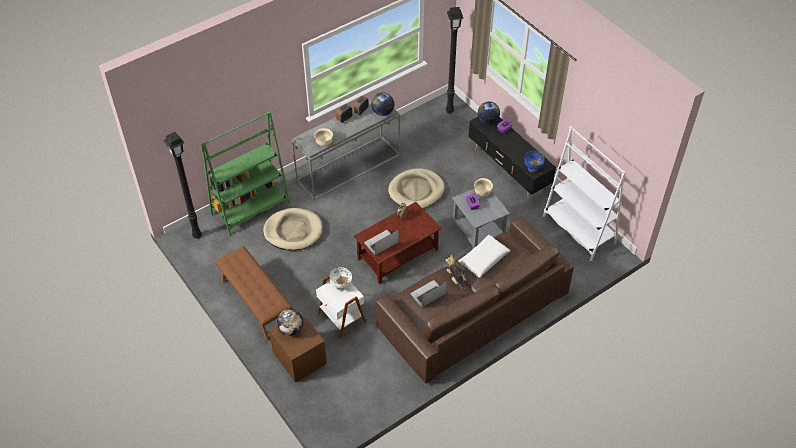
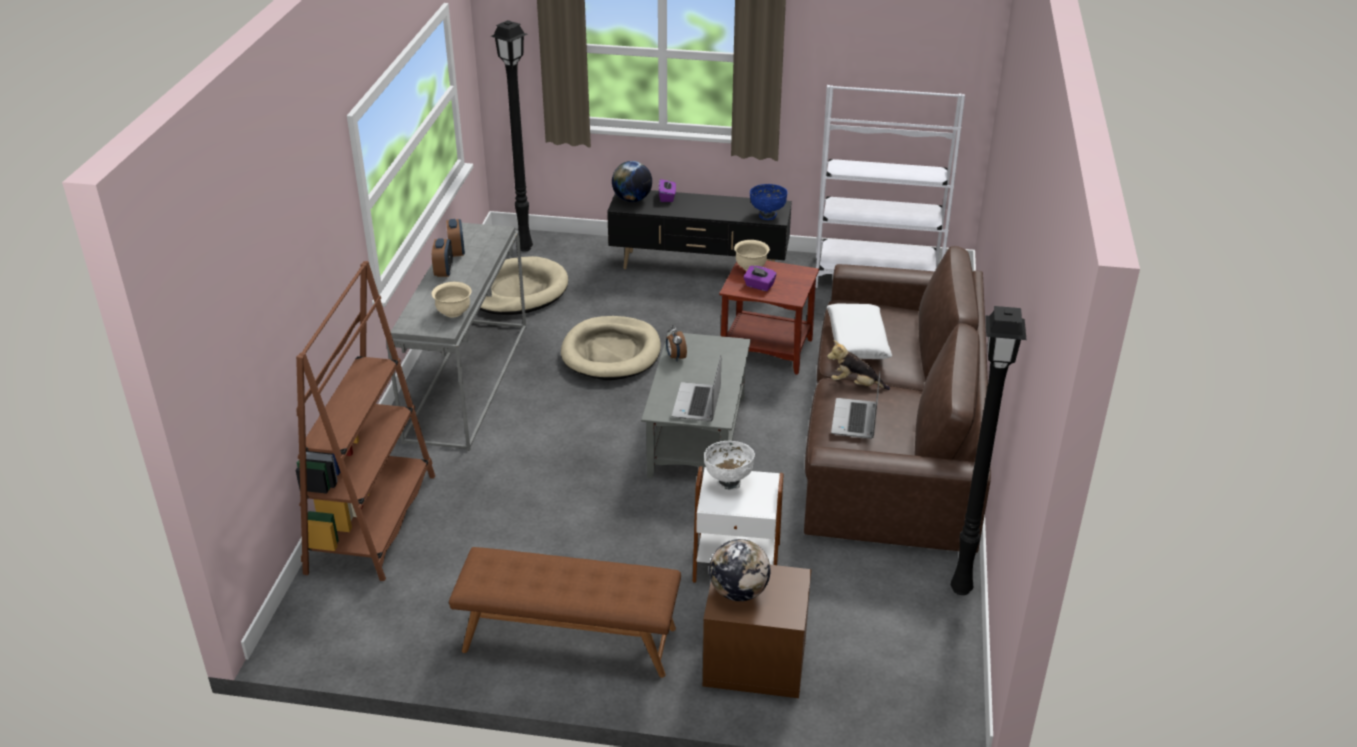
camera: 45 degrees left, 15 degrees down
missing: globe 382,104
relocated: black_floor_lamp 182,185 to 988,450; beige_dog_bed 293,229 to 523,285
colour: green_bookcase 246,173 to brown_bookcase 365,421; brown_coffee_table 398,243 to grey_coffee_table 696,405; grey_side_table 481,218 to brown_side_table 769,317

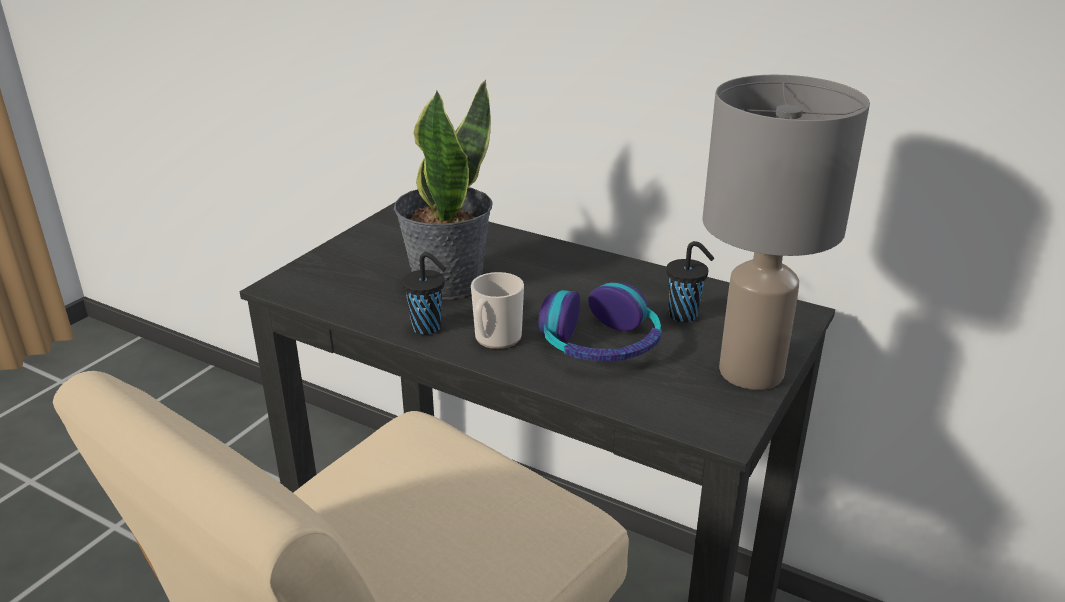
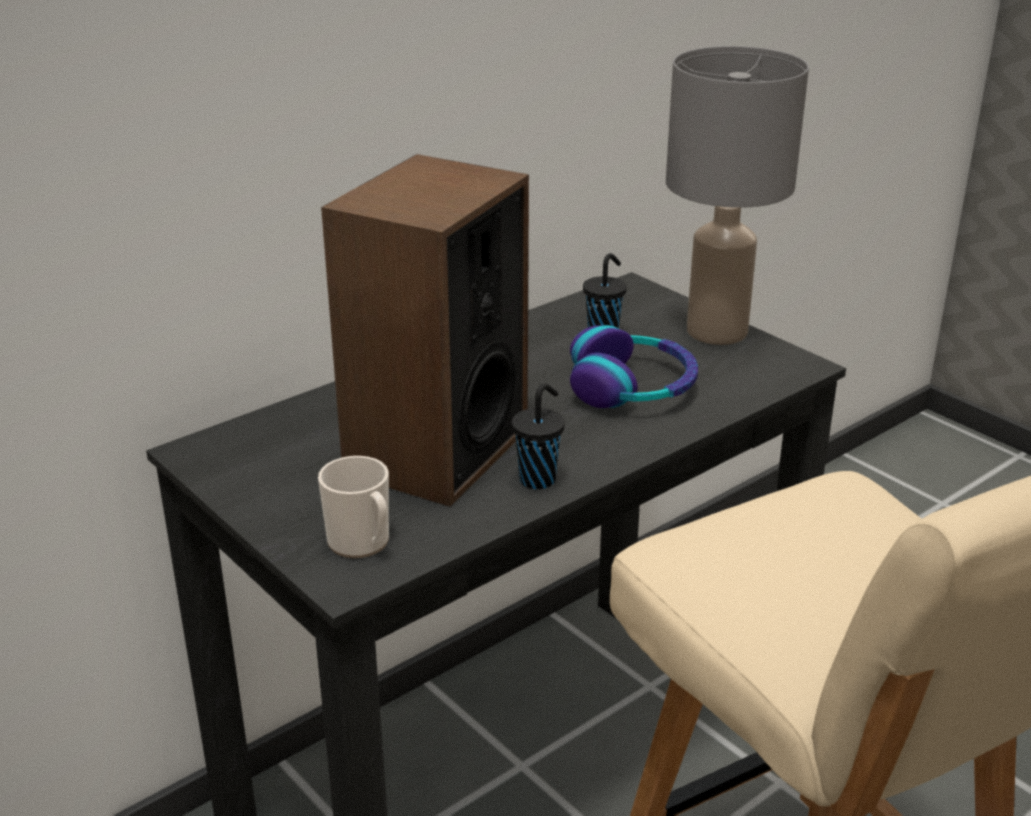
camera: 70 degrees left, 0 degrees up
relocated: mug 497,310 to 353,507
exchanged: potted_plant 443,189 to speaker 425,330

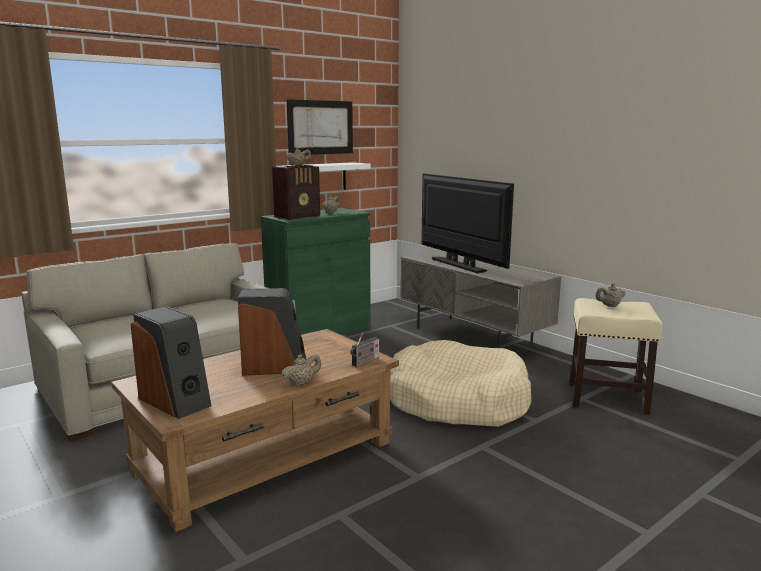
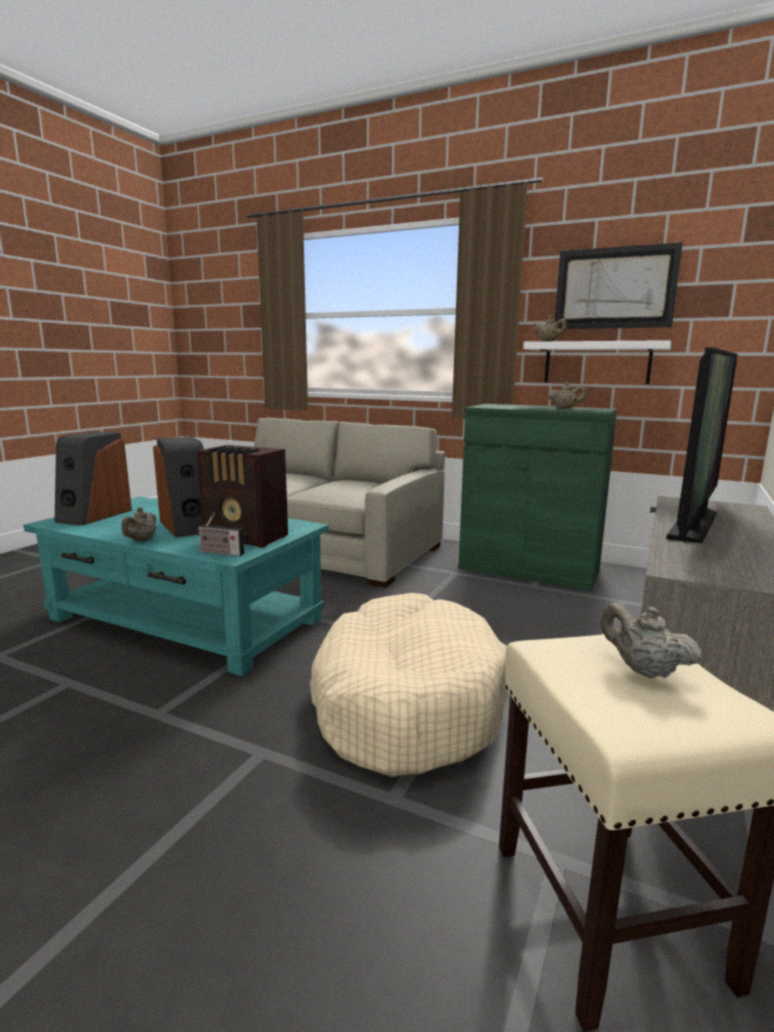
camera: 65 degrees right, 0 degrees up
relocated: radio 296,192 to 242,496
colour: brown_coffee_table 255,430 to turquoise_coffee_table 176,586
spun: beige_teapot 301,370 = 139,524 75 degrees clockwise

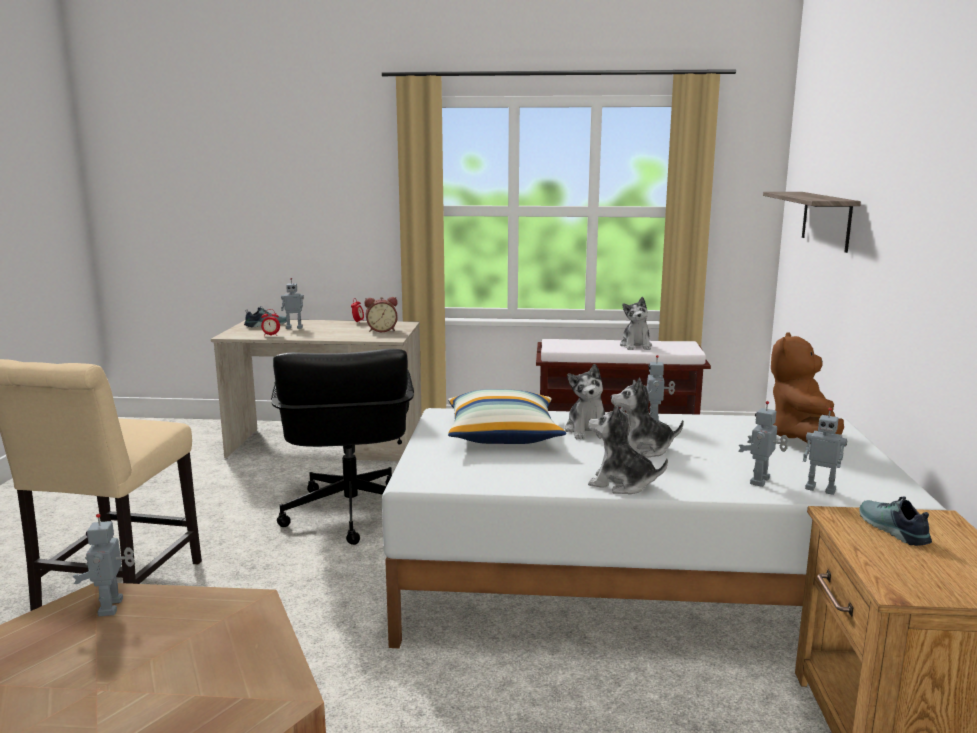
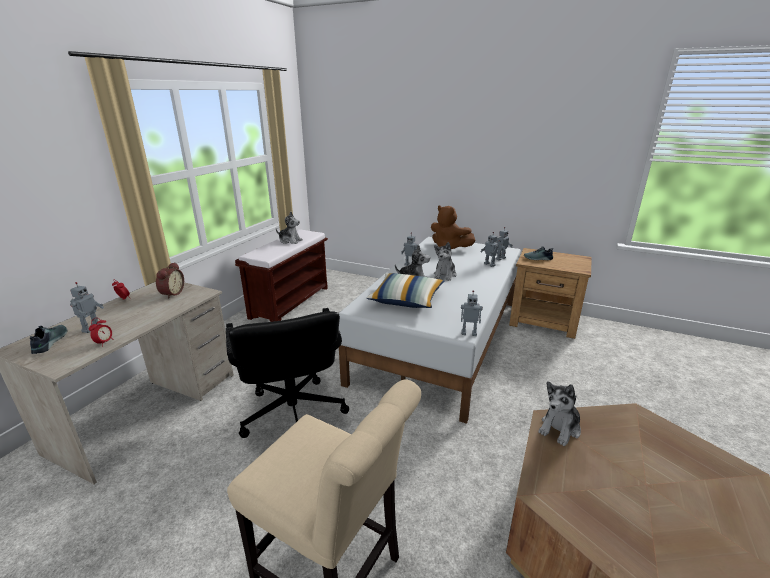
camera: 70 degrees left, 10 degrees up
missing: shelf 812,222
relocated: toy_robot 104,565 to 472,313; plush_toy 628,449 to 559,413
spun: black_office_chair 342,447 = 287,373 60 degrees clockwise

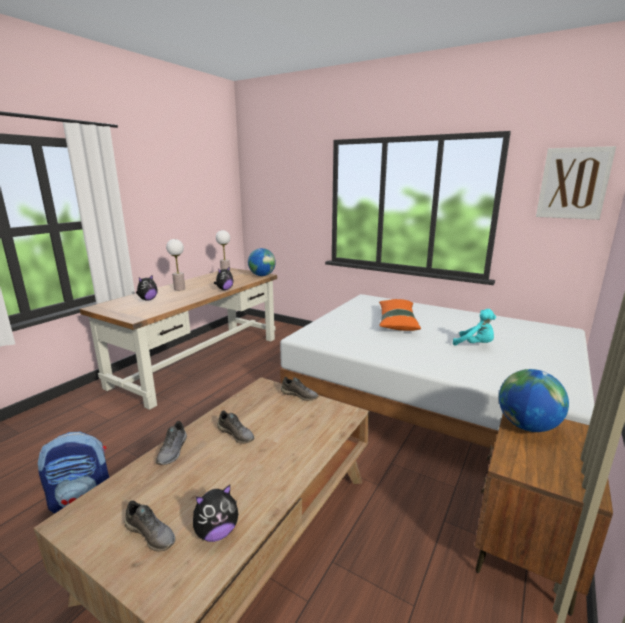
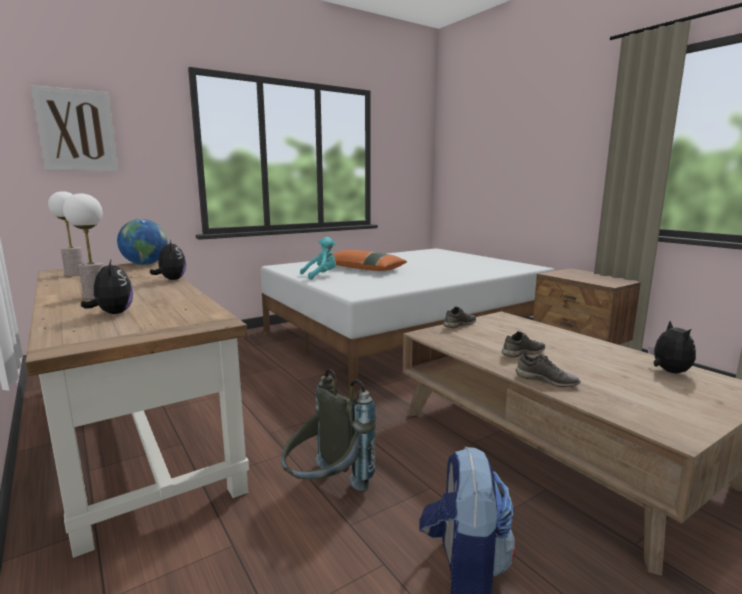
camera: 65 degrees left, 5 degrees down
missing: grey_shoe 149,525; globe 534,400
appeared: grey_backpack 328,430
relocated: turquoise_plush_toy 474,327 to 318,258; picture 576,183 to 75,128

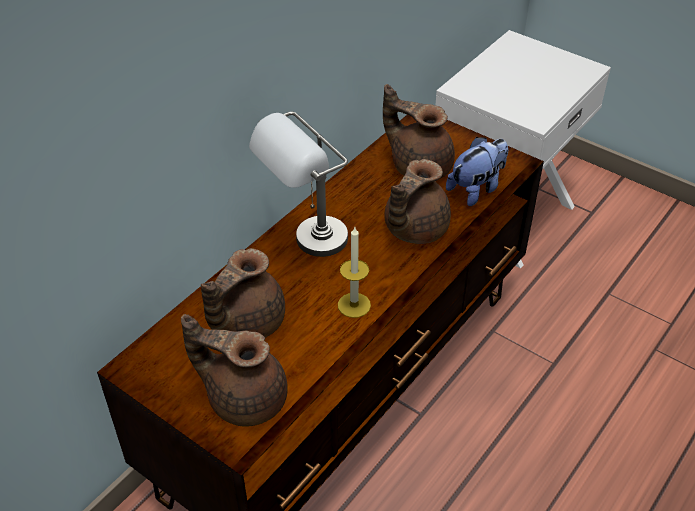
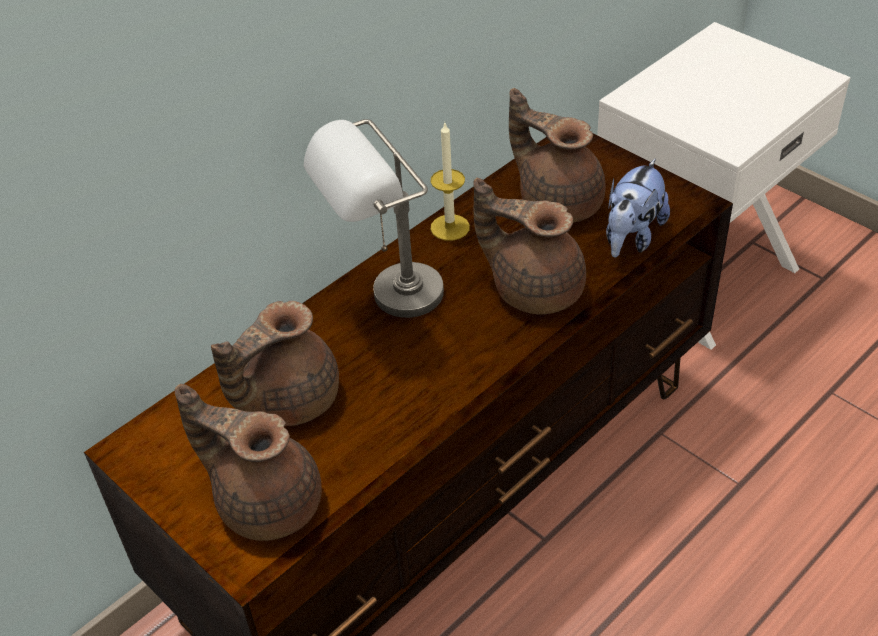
camera: 10 degrees right, 0 degrees up
relocated: candle 354,272 to 450,182
spun: brown_teapot 417,201 = 530,246 75 degrees clockwise; plush_toy 477,171 = 638,208 150 degrees clockwise

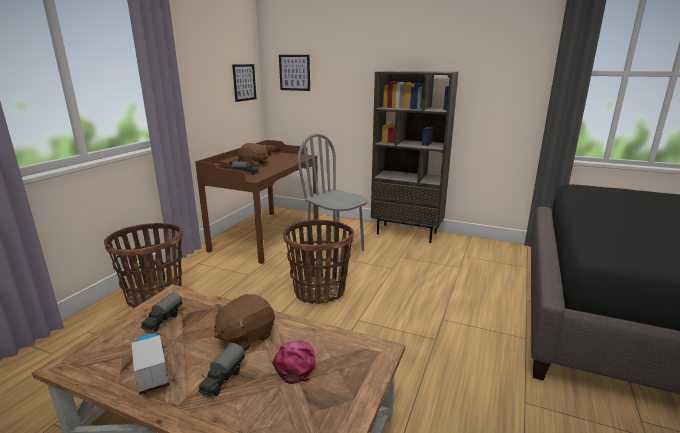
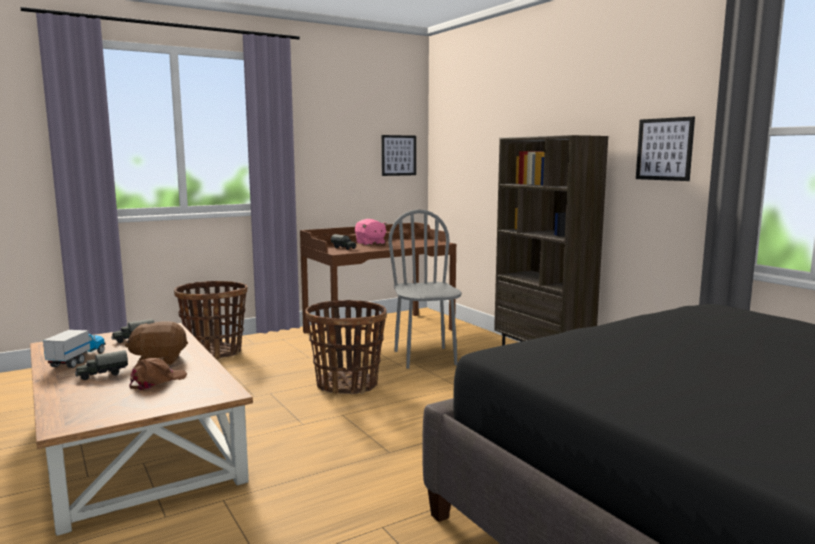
camera: 35 degrees right, 10 degrees down
relocated: picture 294,73 to 665,149
colour: brown_plush_toy 253,155 to pink_plush_toy 371,232; pink_cap 294,362 to brown_cap 158,374

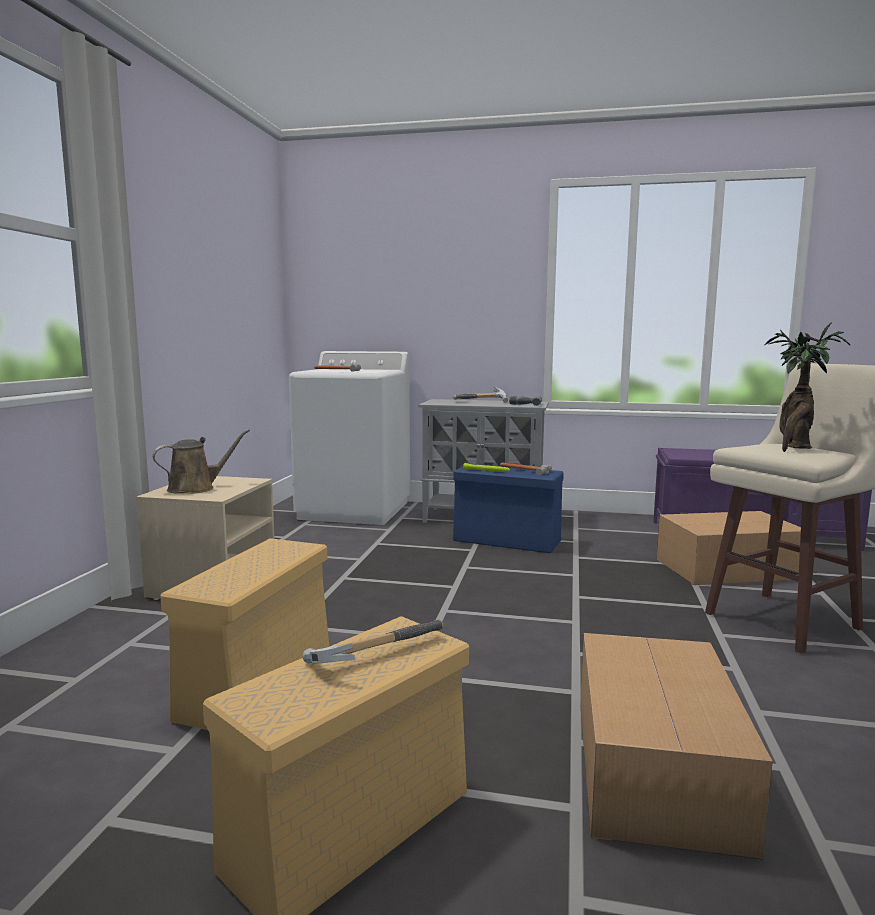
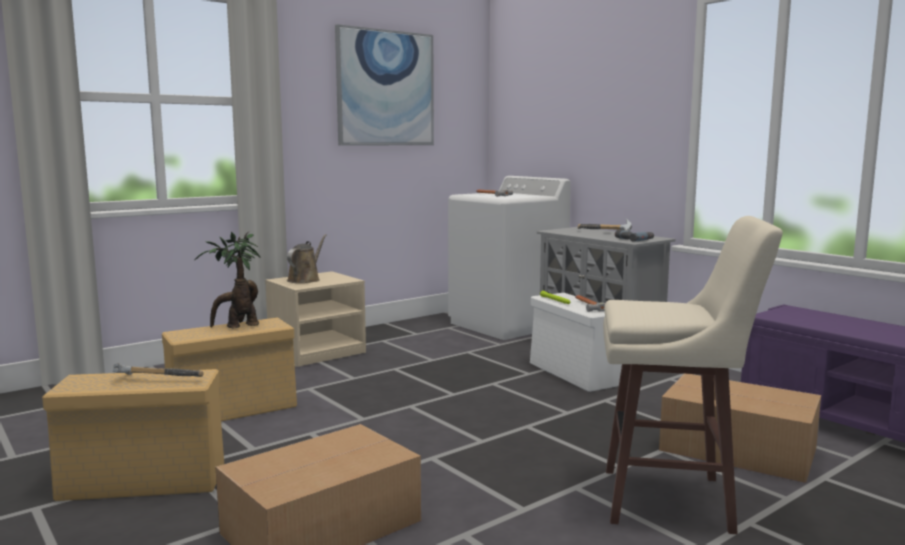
camera: 40 degrees right, 0 degrees up
appeared: picture 384,85
relocated: potted_plant 807,387 to 227,280
colour: blue_storage_box 508,508 to white_storage_box 576,342
spun: brown_watering_can 201,461 = 307,258 75 degrees counterclockwise

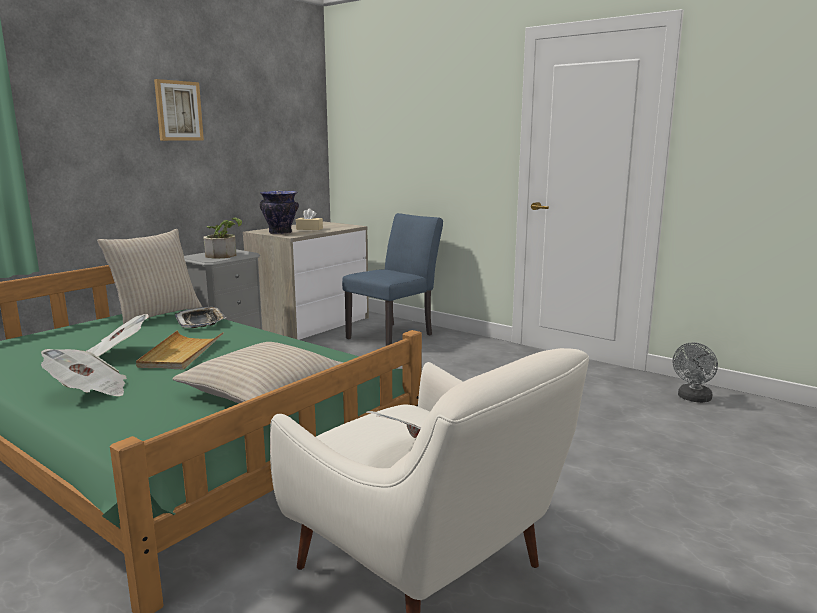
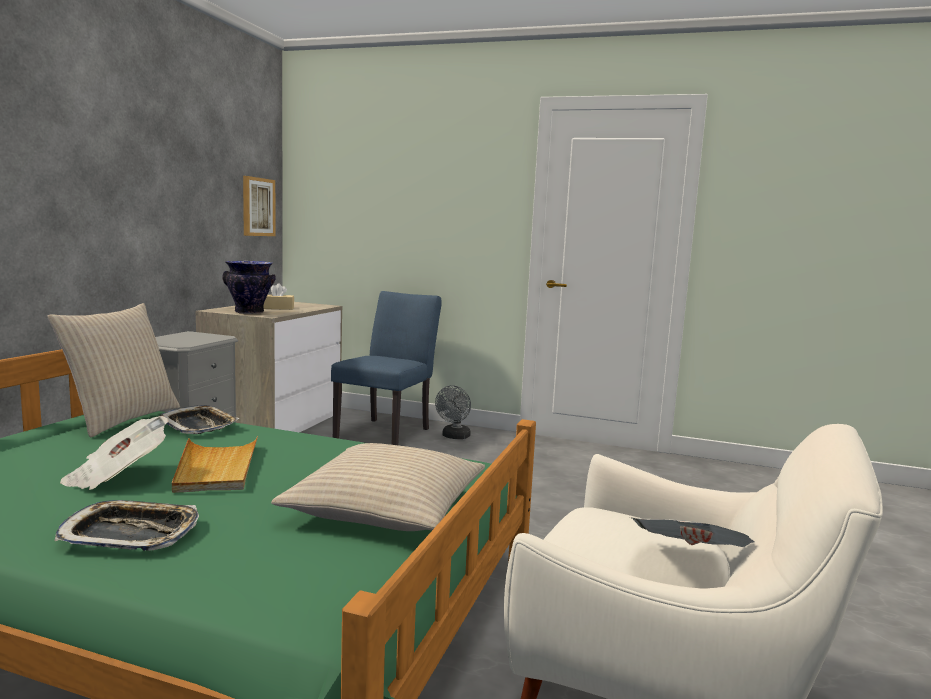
camera: 20 degrees left, 5 degrees down
missing: potted_plant 223,238
relocated: picture 179,110 to 259,206; grey_fan 695,372 to 453,412
exchanged: newspaper 84,372 to tray 126,525

